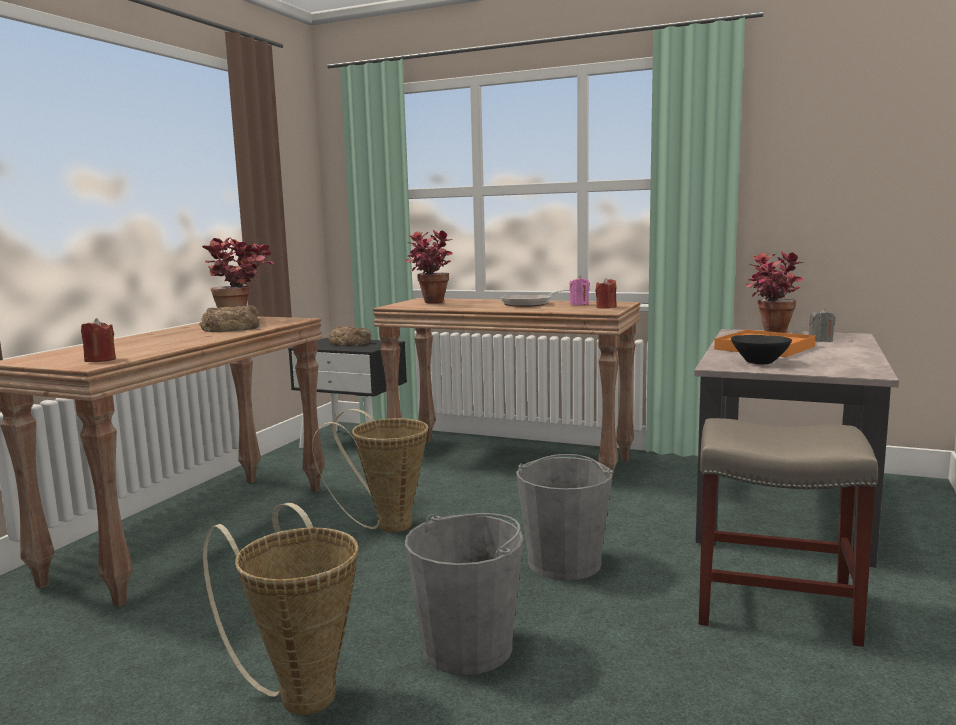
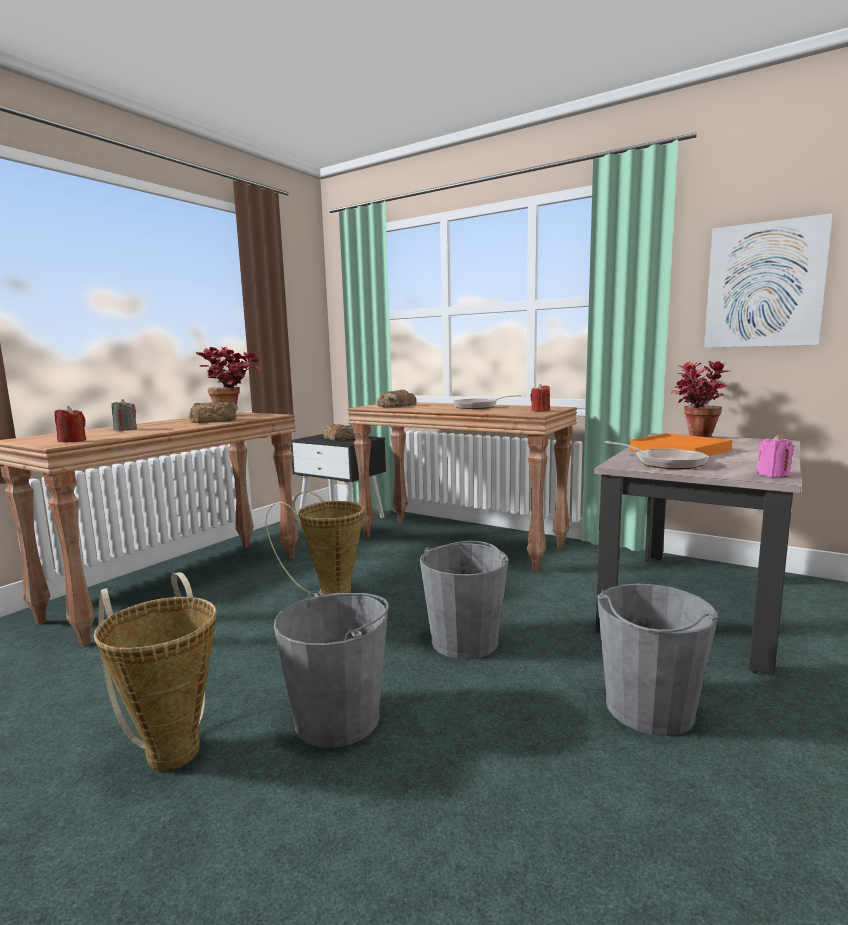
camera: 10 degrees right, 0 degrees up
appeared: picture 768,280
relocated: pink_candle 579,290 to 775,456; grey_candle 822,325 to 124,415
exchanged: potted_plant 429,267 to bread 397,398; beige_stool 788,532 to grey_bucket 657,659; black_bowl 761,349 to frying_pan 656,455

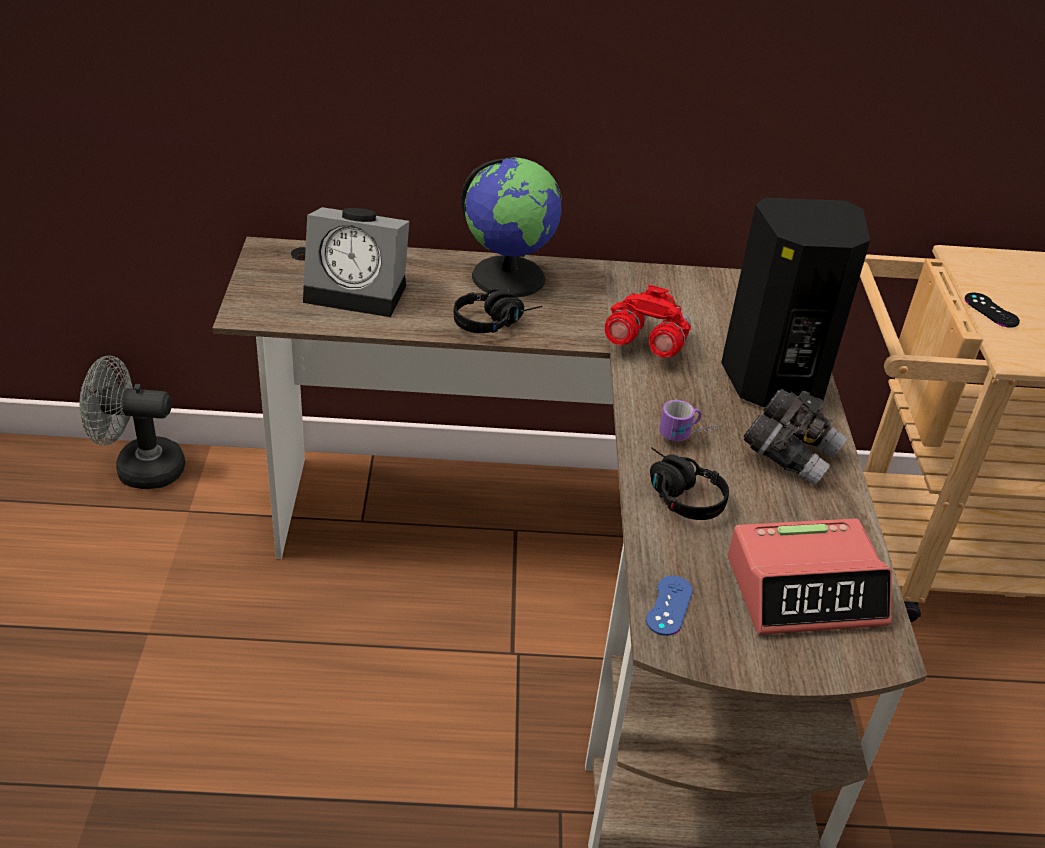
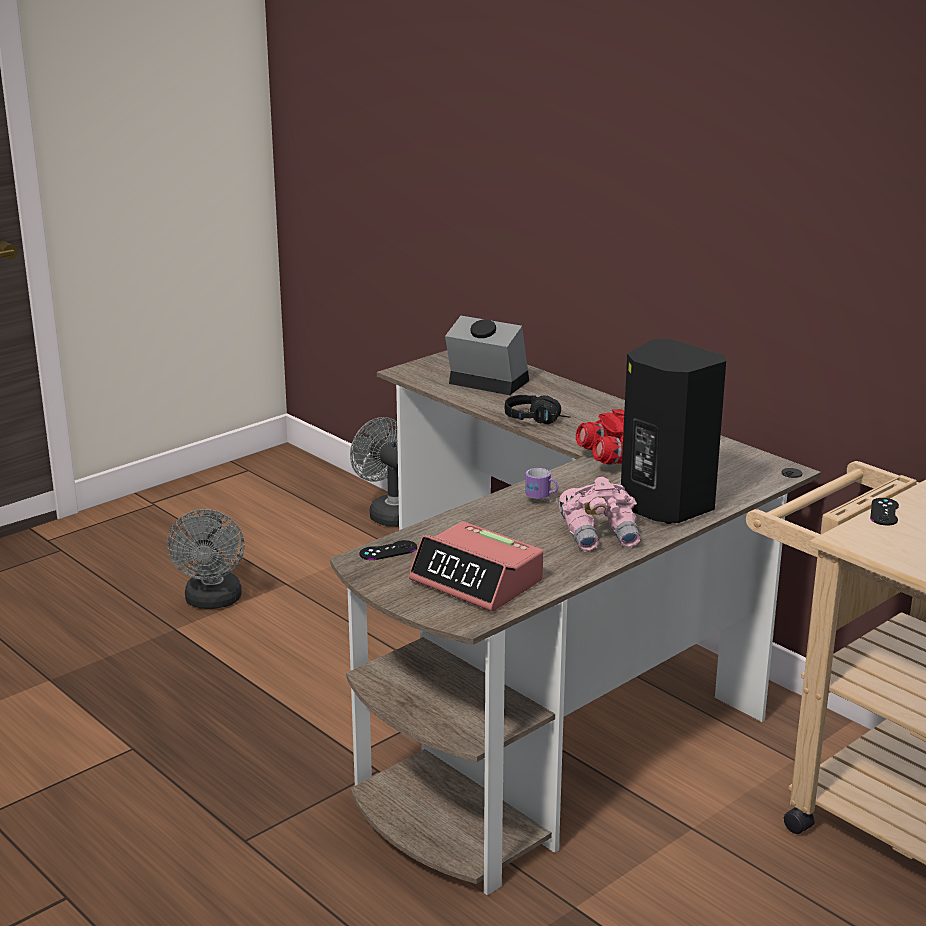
camera: 50 degrees right, 15 degrees down
missing: globe 511,227; black_headphones 689,483
appeared: grey_fan 206,559
colour: blue_game_controller 669,606 to black_game_controller 388,550; grey_binoculars 796,437 to pink_binoculars 600,514
spun: alarm_clock 356,262 = 487,355 150 degrees clockwise

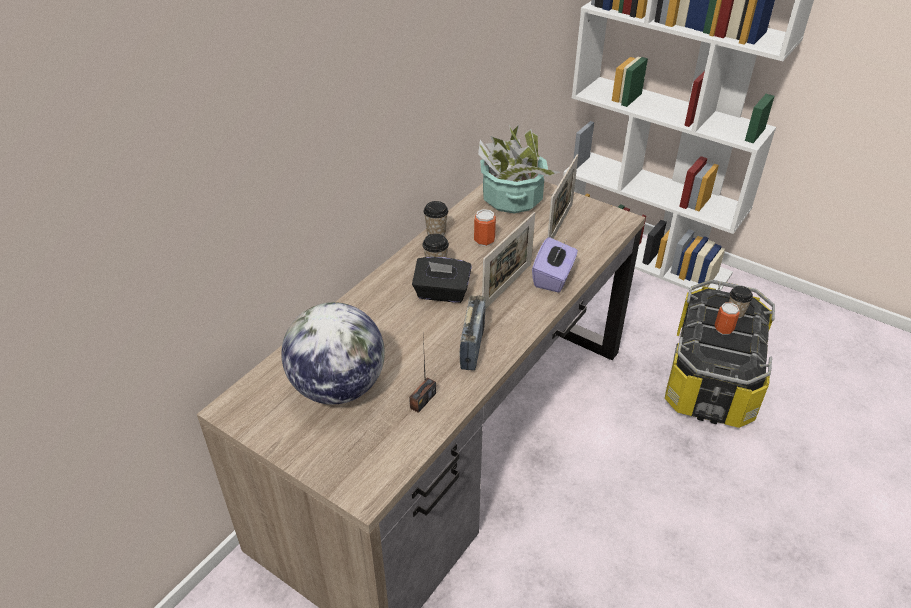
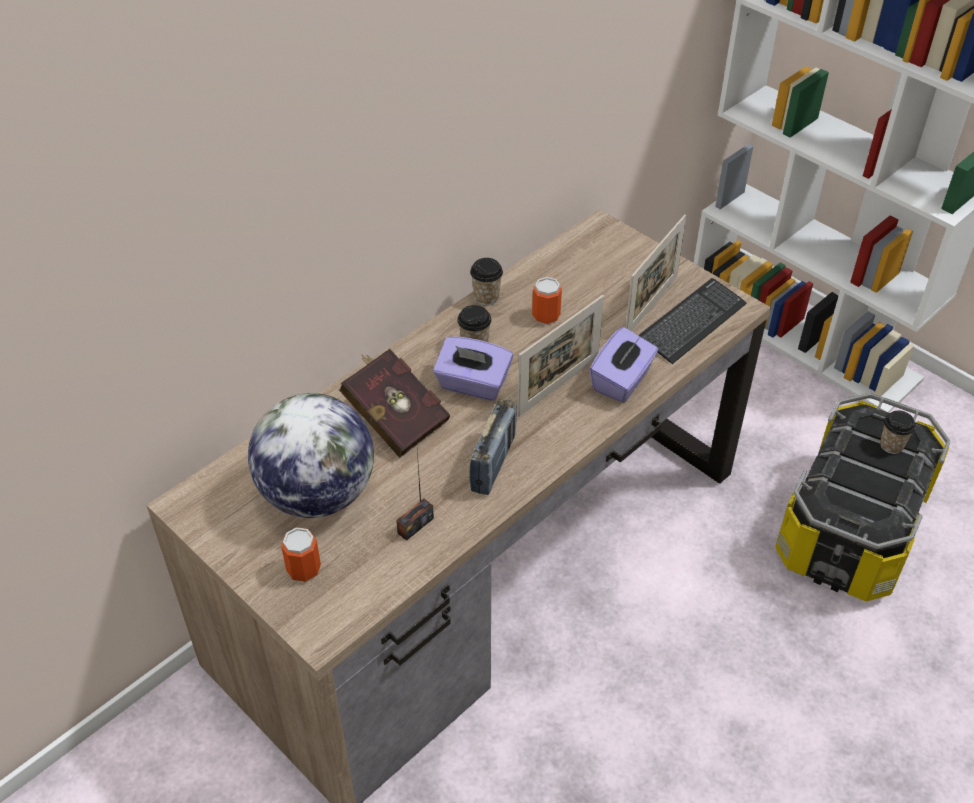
camera: 10 degrees right, 5 degrees up
missing: potted_plant 519,169
appeared: red_book 394,403; keyboard 692,321
relocated: can 727,318 to 301,554
colour: black_tissue_box 442,280 to purple_tissue_box 473,368

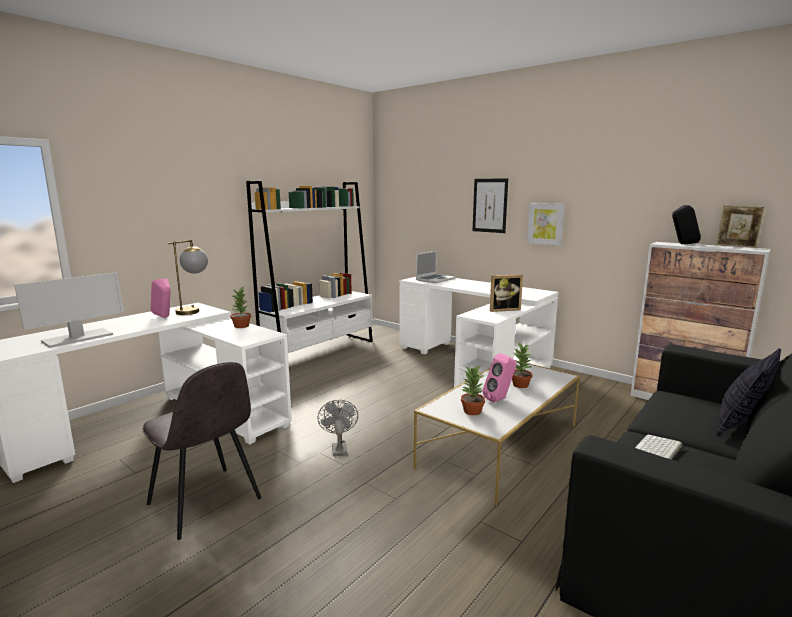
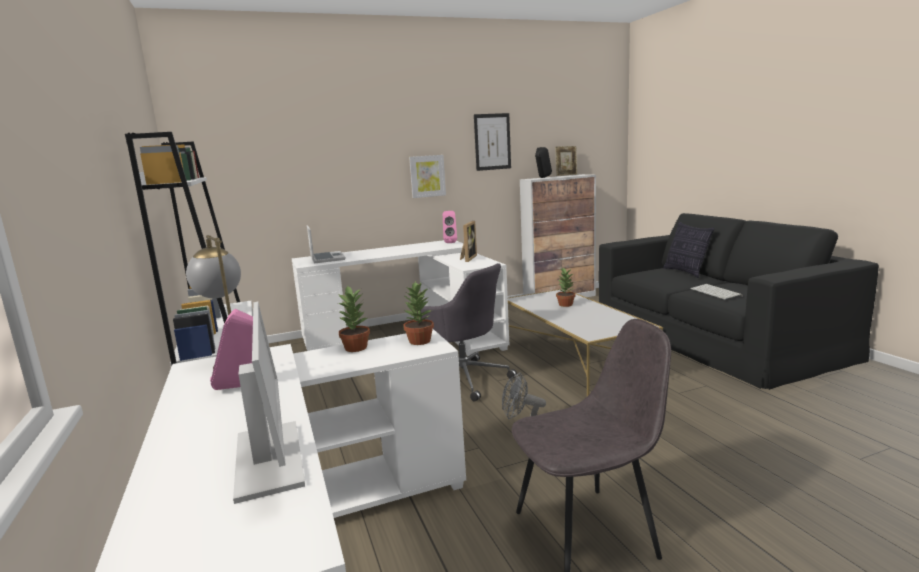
camera: 60 degrees left, 0 degrees up
appeared: grey_office_chair 468,332
relocated: potted_plant 473,390 to 418,313; picture 490,205 to 492,142; pink_speaker 499,377 to 450,227

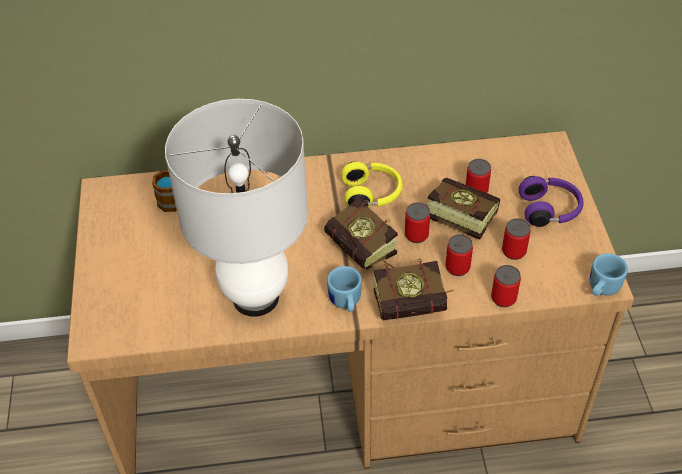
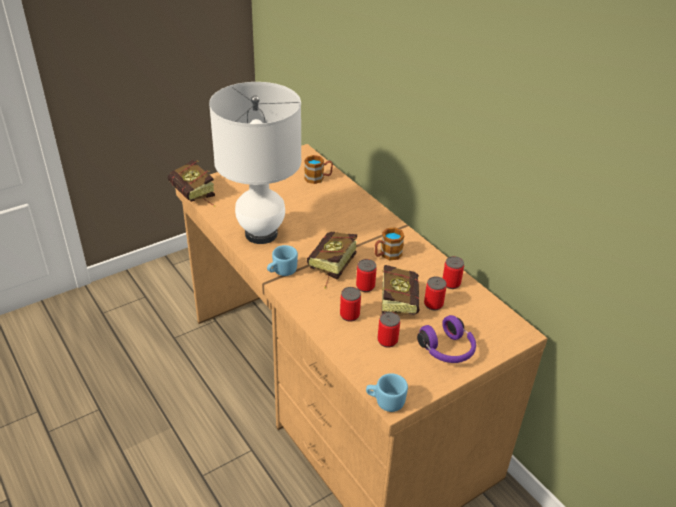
camera: 60 degrees right, 10 degrees down
relocated: book 414,289 to 192,183; can 506,286 to 453,272
exchanged: yellow_headphones 372,184 to mug 389,243

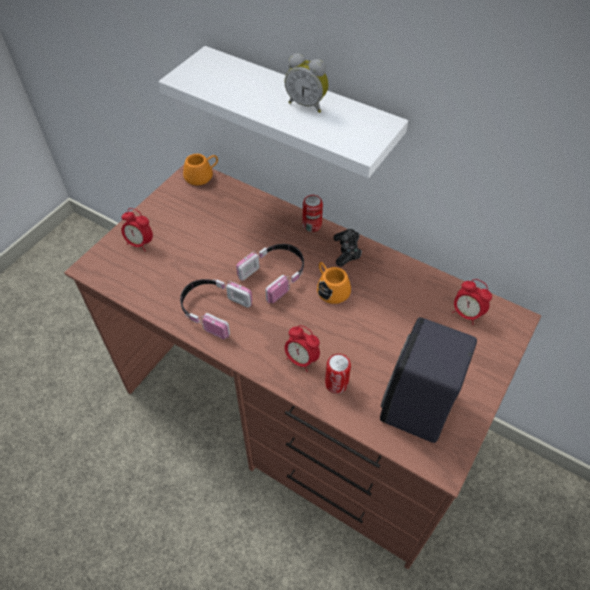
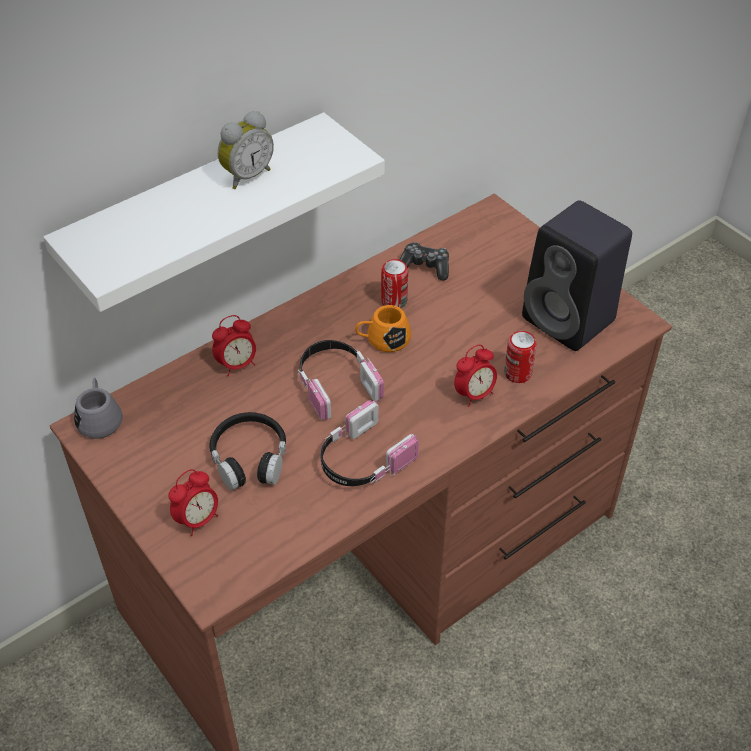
camera: 70 degrees left, 5 degrees down
appeared: black_headphones 247,451
relocated: can 312,213 to 394,283; game_controller 347,247 to 424,261; alarm_clock 472,302 to 234,345
colour: orange_mug 200,169 to grey_mug 98,408

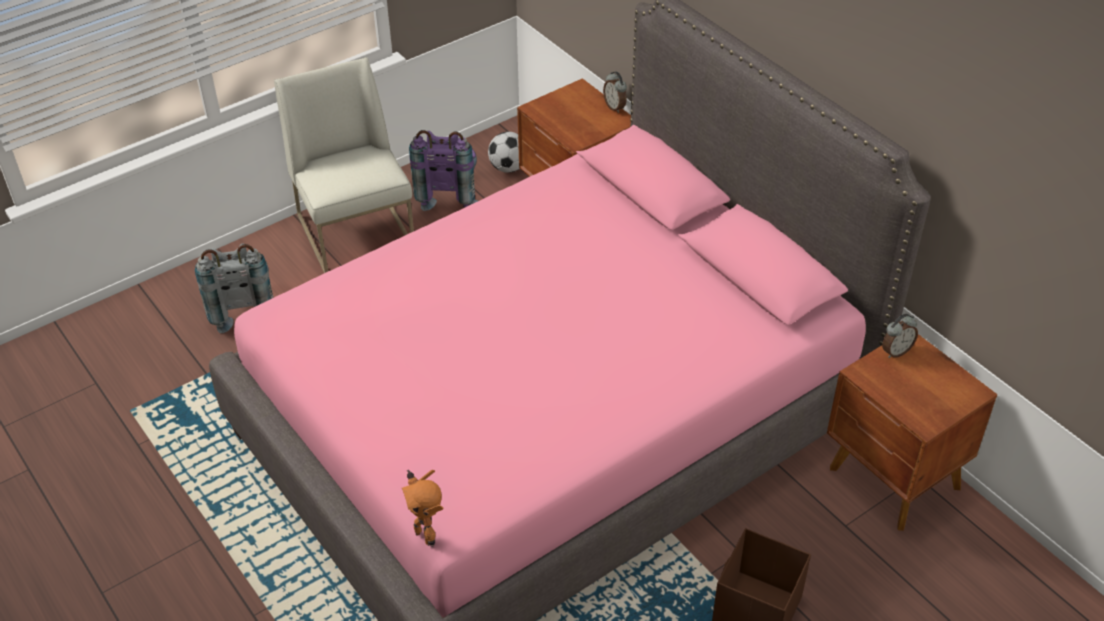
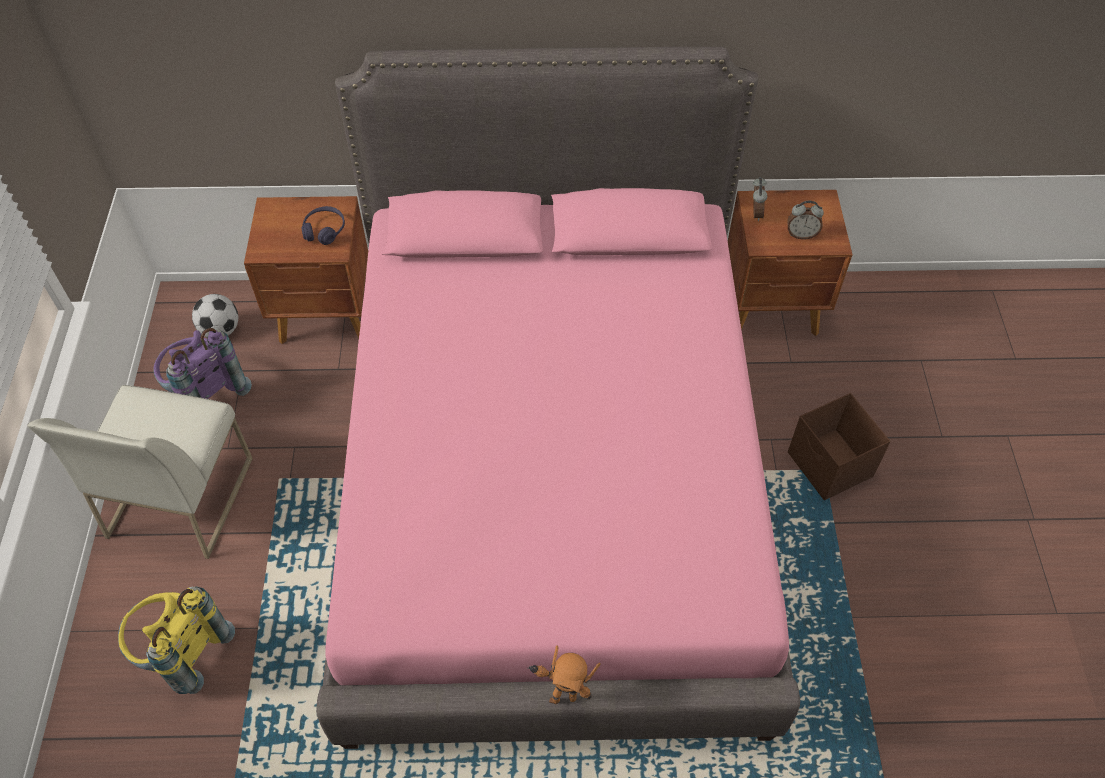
camera: 55 degrees left, 10 degrees up
appeared: purple_headphones 323,225
relocated: toy_robot 422,508 to 564,675; alarm_clock 615,92 to 805,220
colour: grey_backpack 234,288 to yellow_backpack 176,640
spun: white_chair 344,165 = 140,472 90 degrees counterclockwise

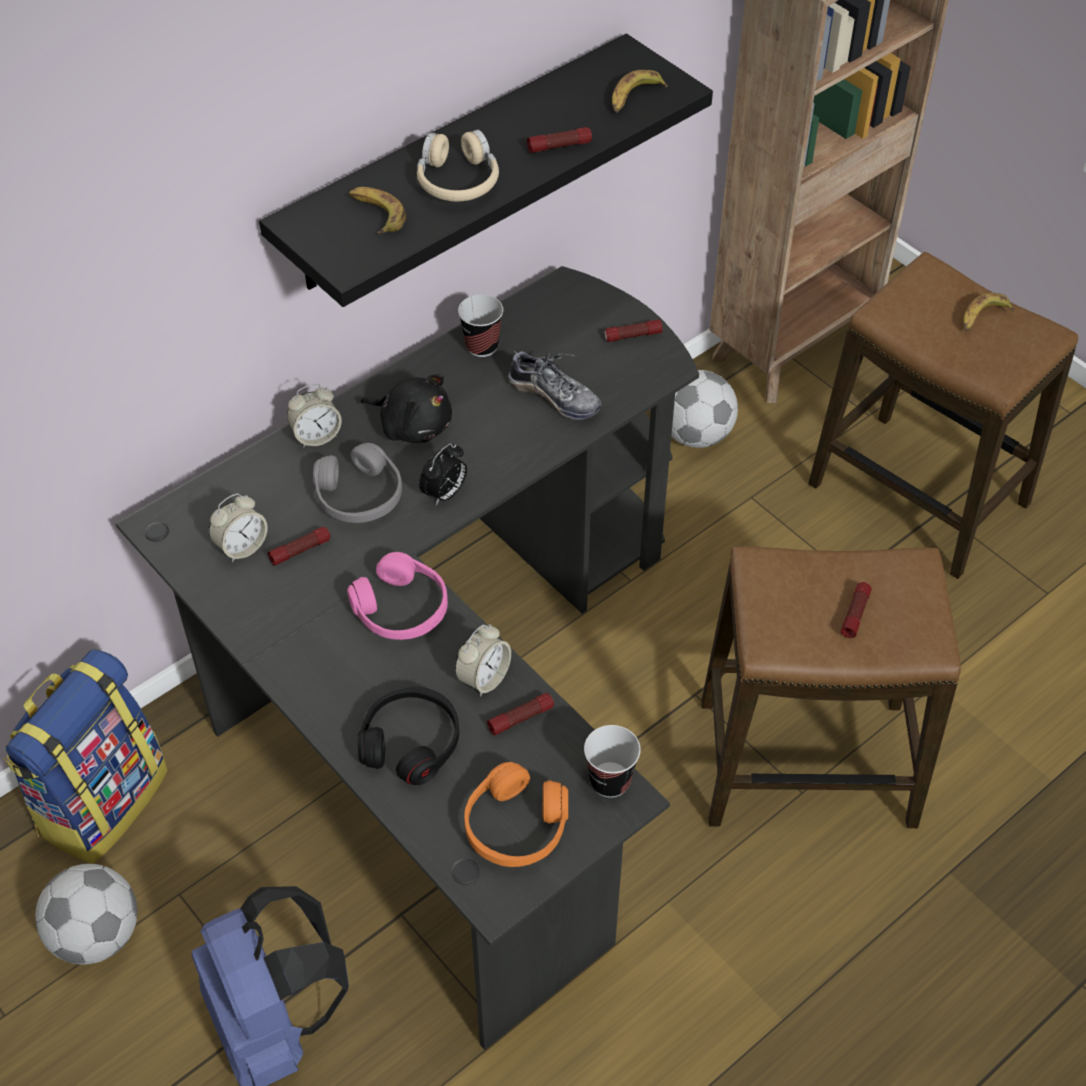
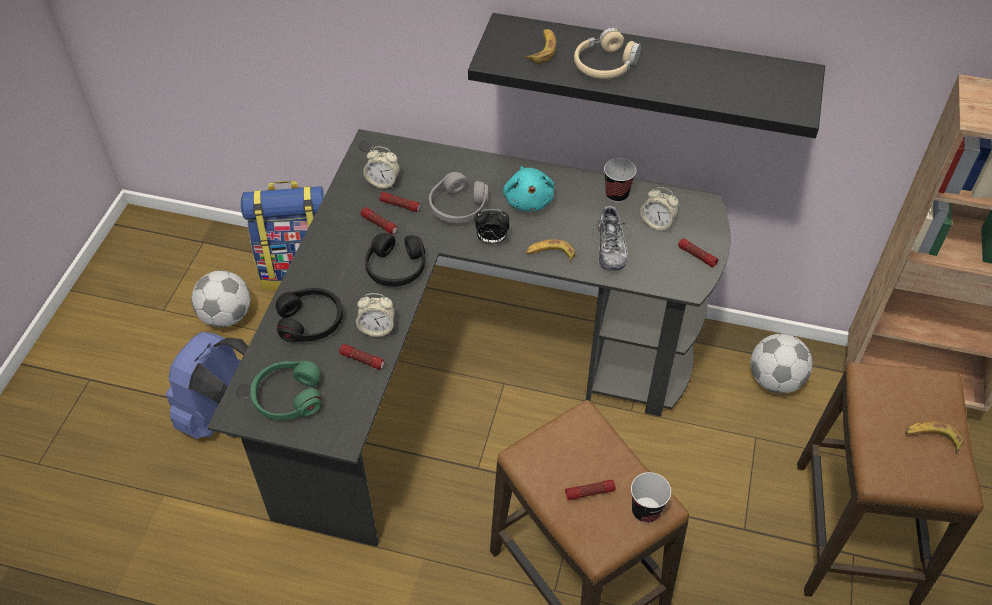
camera: 55 degrees right, 0 degrees up
relocated: alarm_clock 314,416 to 659,209; flashlight 559,140 to 378,220; cup 612,761 to 651,497; banana 639,91 to 550,251
colour: pink_headphones 397,596 to black_headphones 395,260; black_plush_toy 406,408 to turquoise_plush_toy 528,188; orange_headphones 516,814 to green_headphones 286,390

